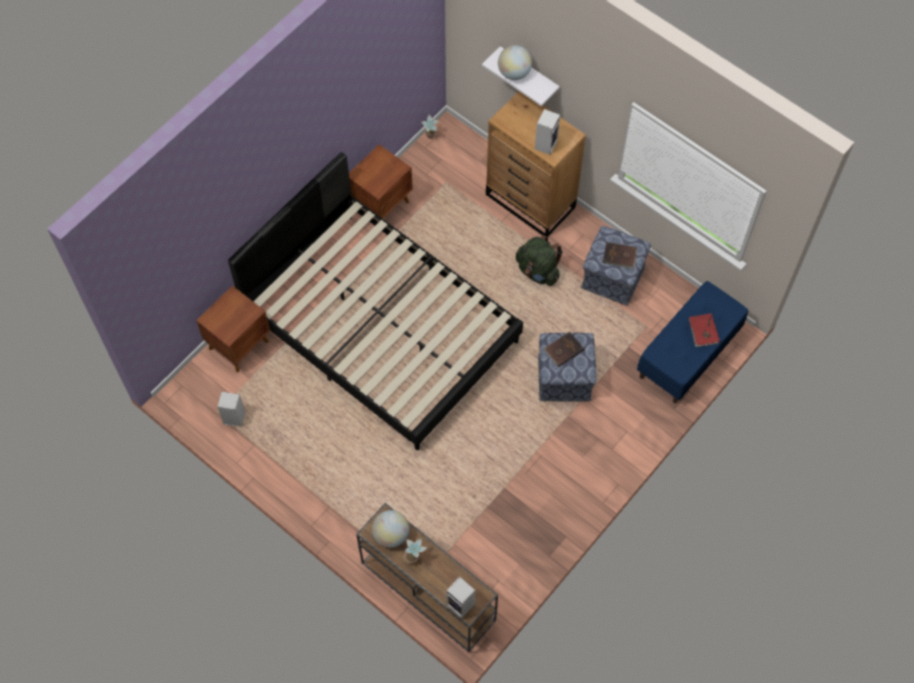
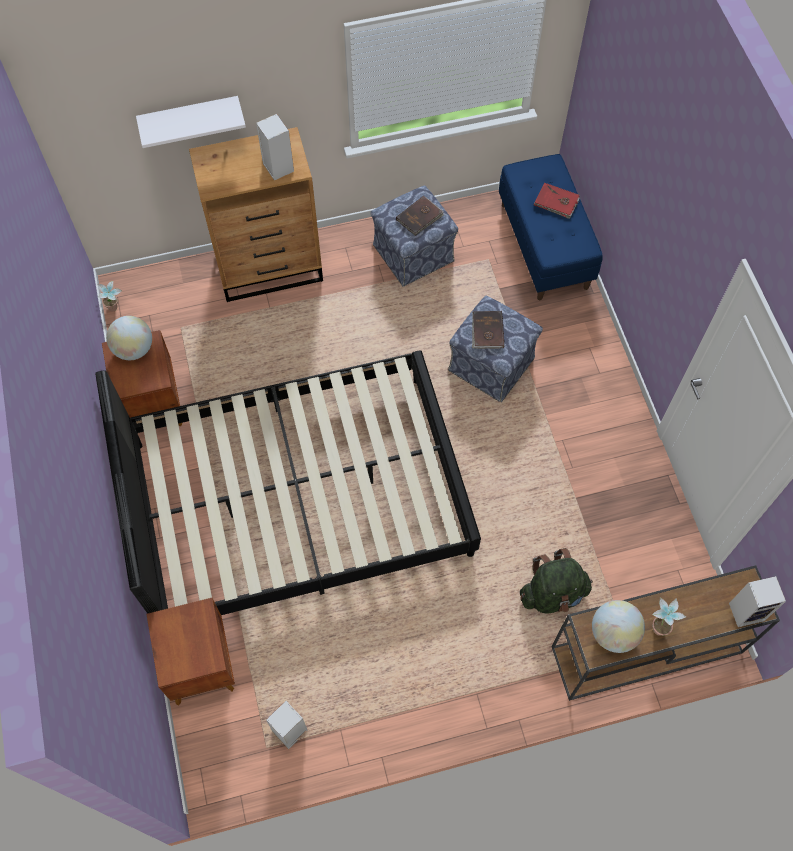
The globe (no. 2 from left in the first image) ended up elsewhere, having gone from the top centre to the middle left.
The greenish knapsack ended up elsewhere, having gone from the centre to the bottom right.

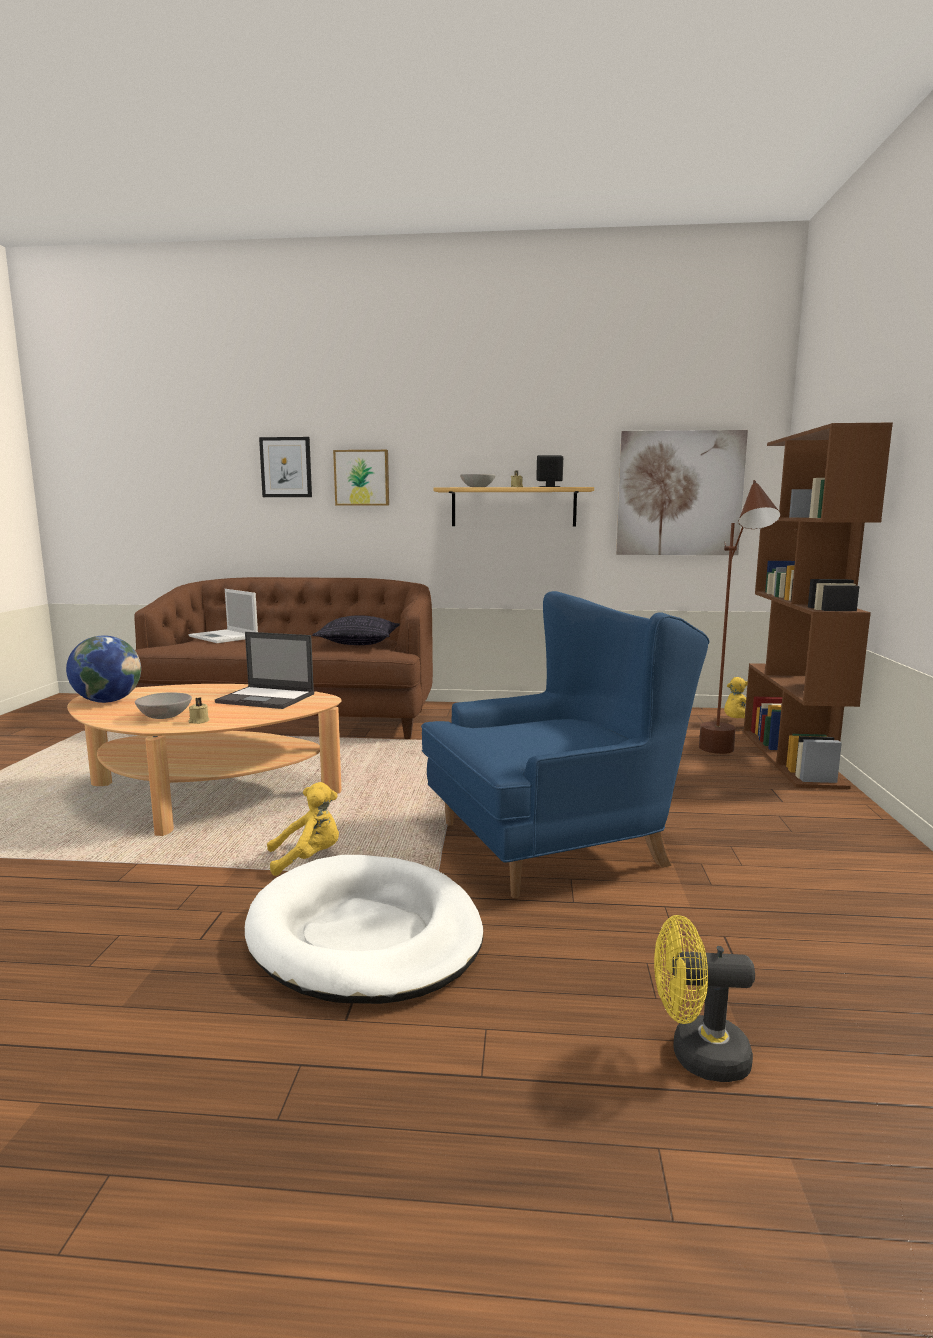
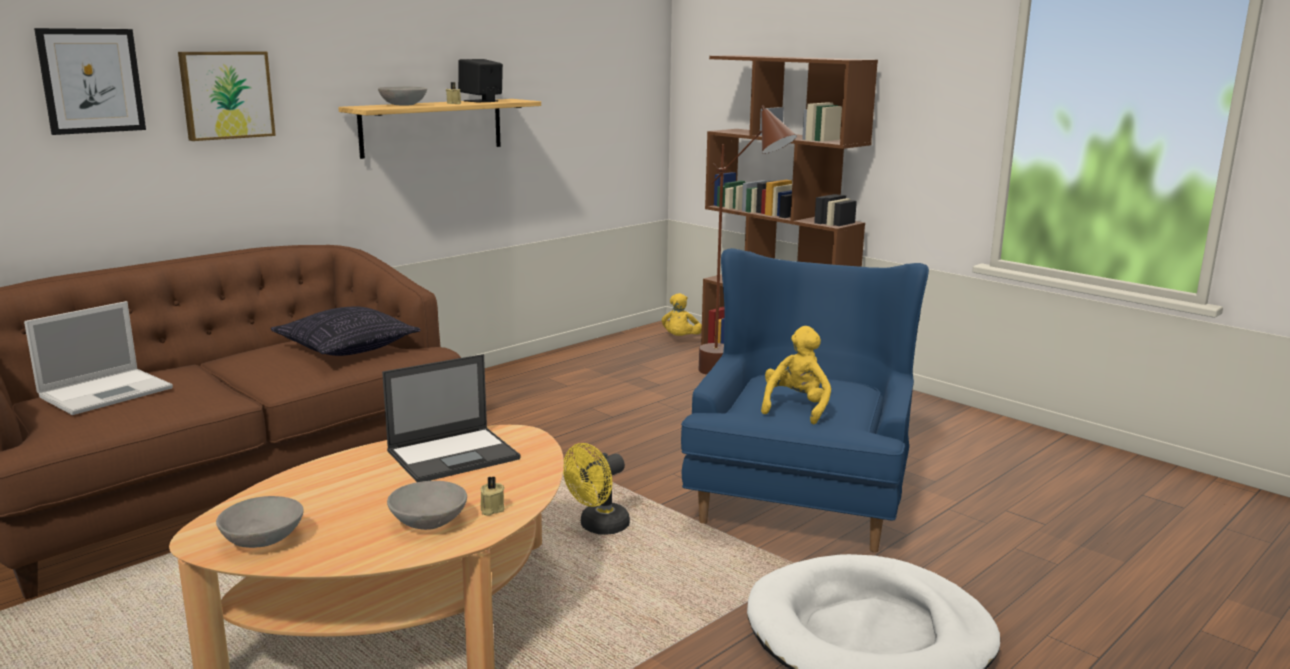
The notebook computer (no. 1 from left) at the middle left ended up facing another way, 45 degrees counterclockwise from before.
Where the globe stood at the middle left, the grey serving bowl (no. 1 from left) came to stand at the bottom left.
The yellow electric fan ended up elsewhere, having gone from the bottom right to the bottom centre.
The yellow soft toy (no. 1 from left in the first image) ended up elsewhere, having gone from the middle left to the centre.
The second view lost the wall art (no. 3 from left) at the middle right.

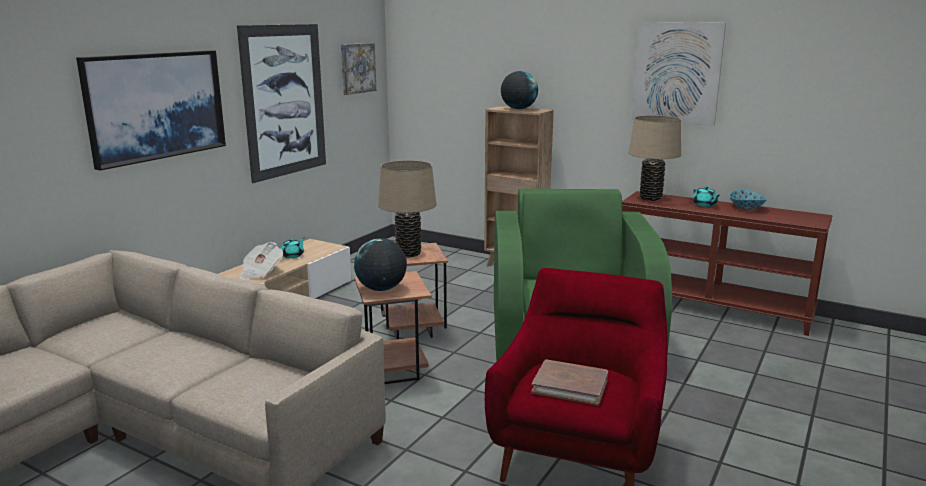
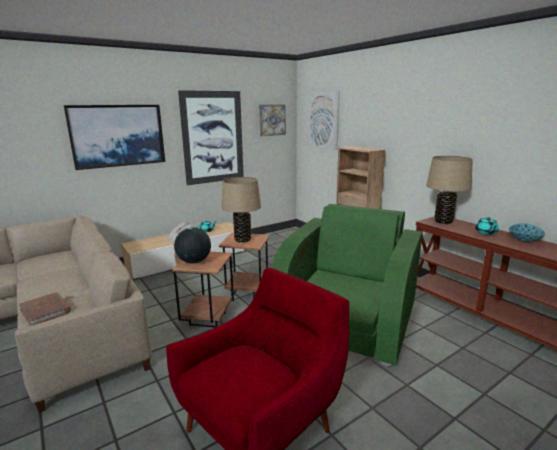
The brownish volume ended up elsewhere, having gone from the bottom centre to the bottom left.
The wall art (no. 4 from left) ended up elsewhere, having gone from the top right to the top centre.
The second view lost the globe (no. 2 from left) at the top centre.

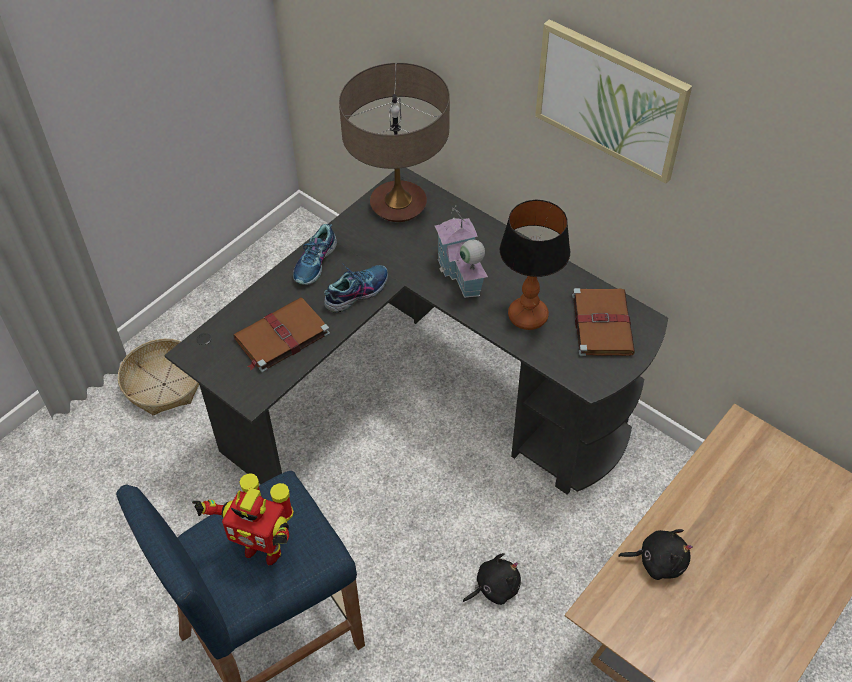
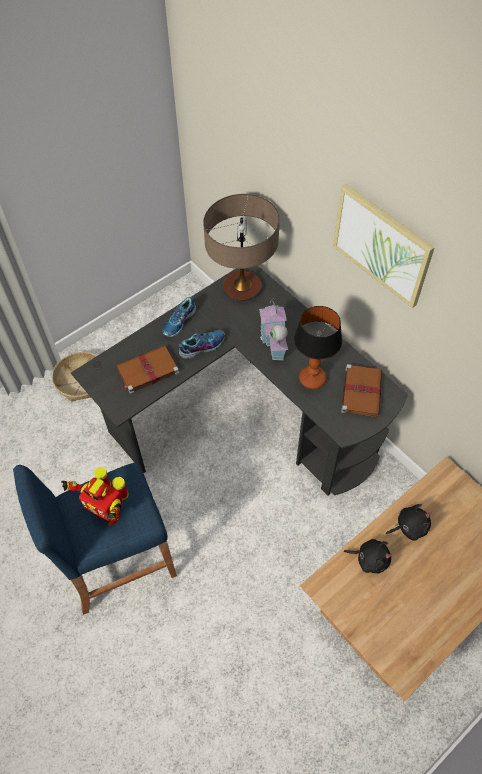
The black soft toy (no. 1 from left in the first image) ended up elsewhere, having gone from the bottom centre to the bottom right.

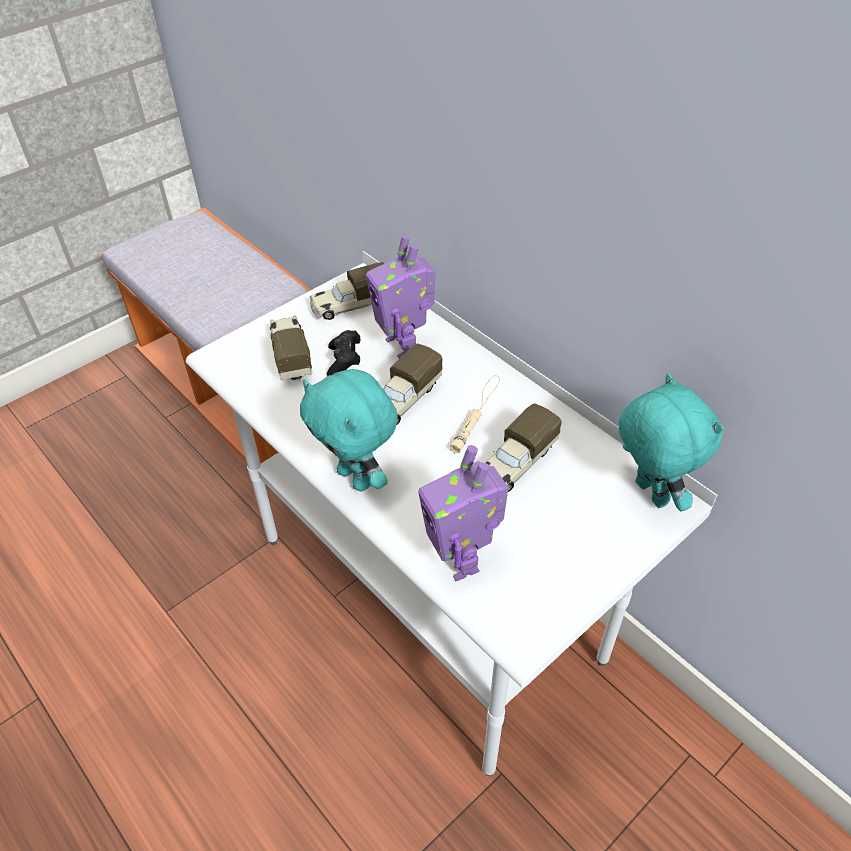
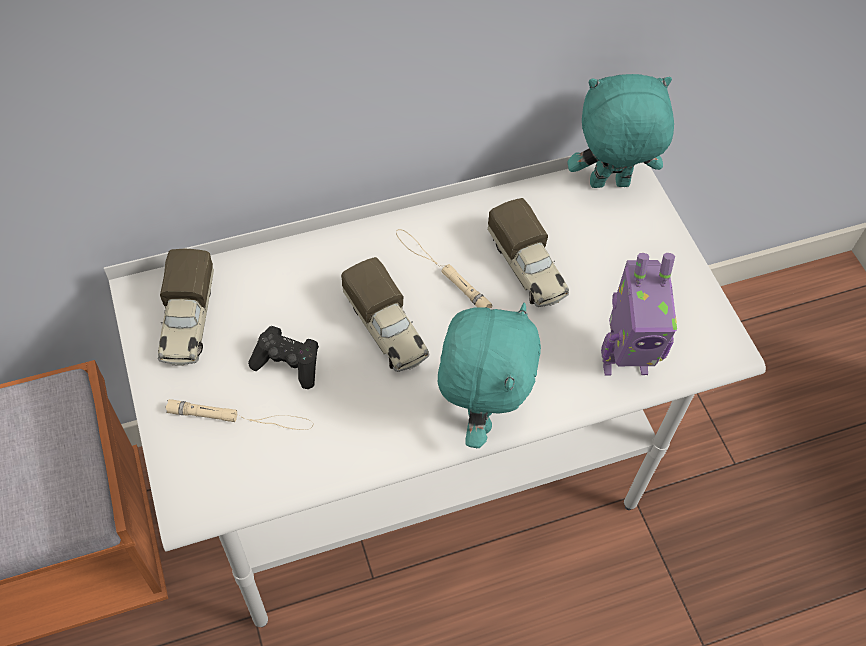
Where the toy truck (no. 1 from left) stood at the centre, the sand-coloured torch (no. 1 from left) came to stand at the middle left.
The turquoise-coloured soft toy (no. 1 from left) at the centre ended up facing another way, 60 degrees counterclockwise from before.
The second view lost the robot figure (no. 1 from left) at the centre.

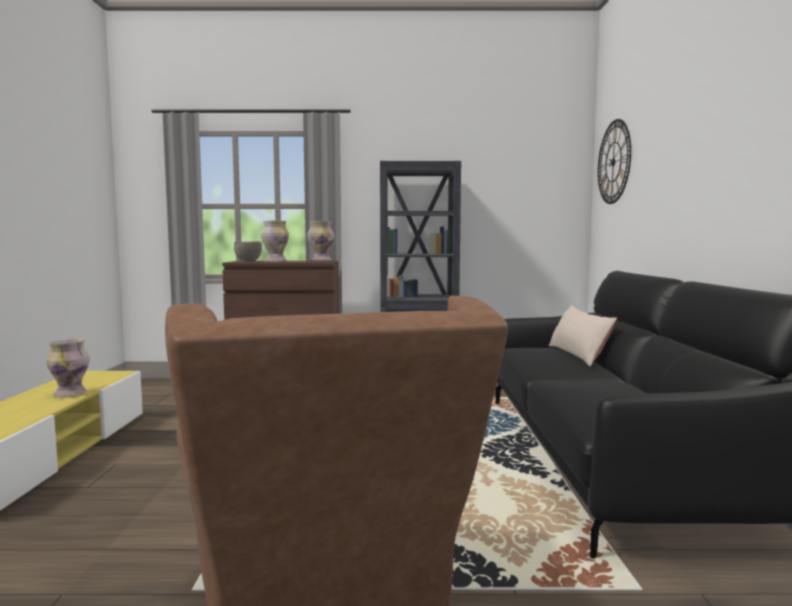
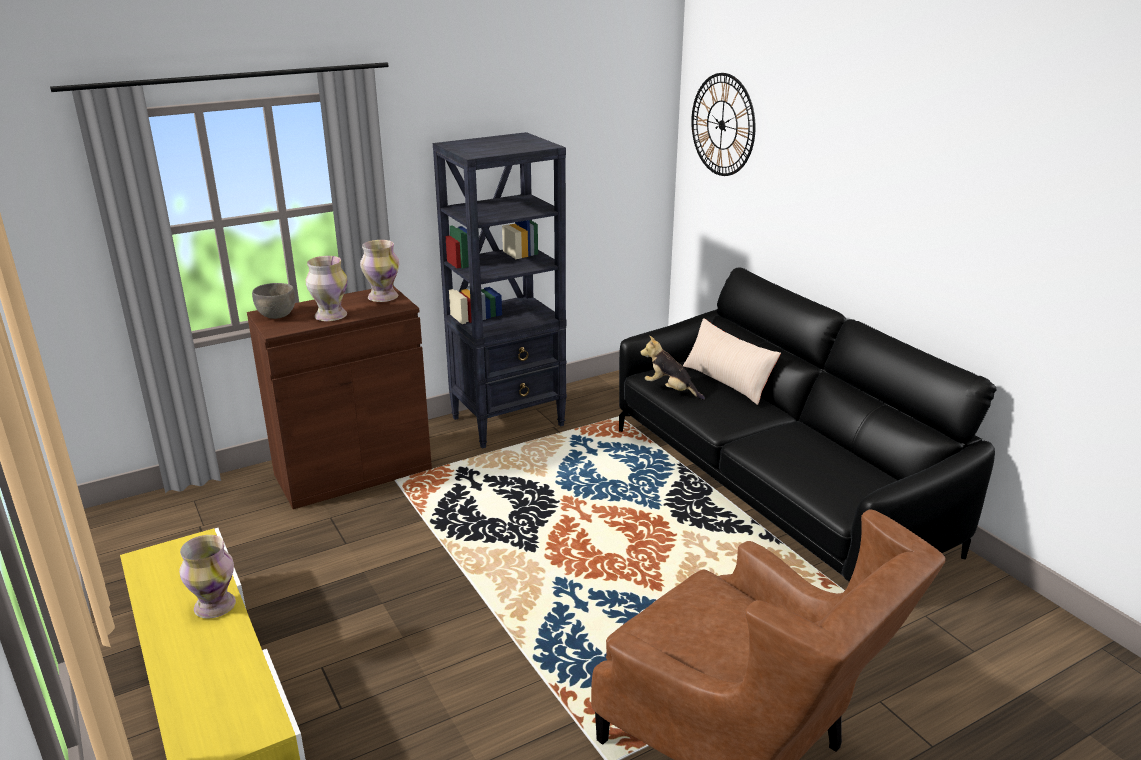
The second view gained the soft toy at the centre.

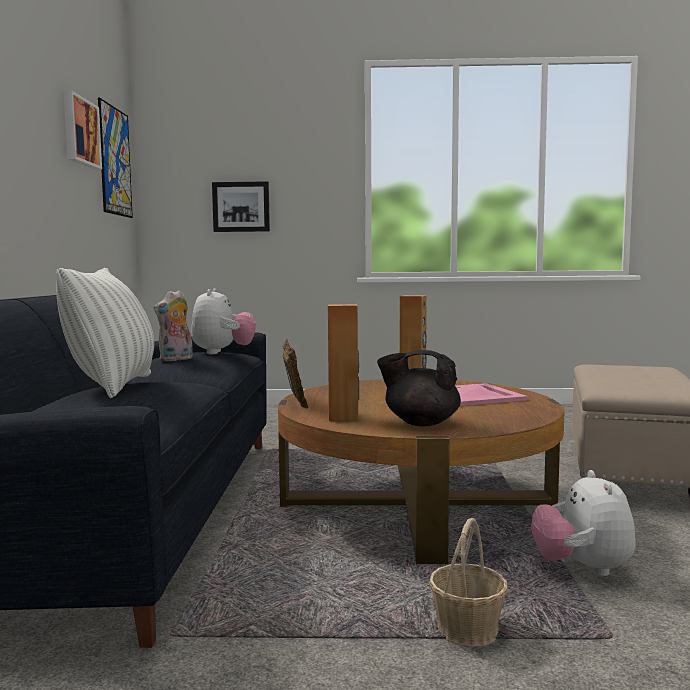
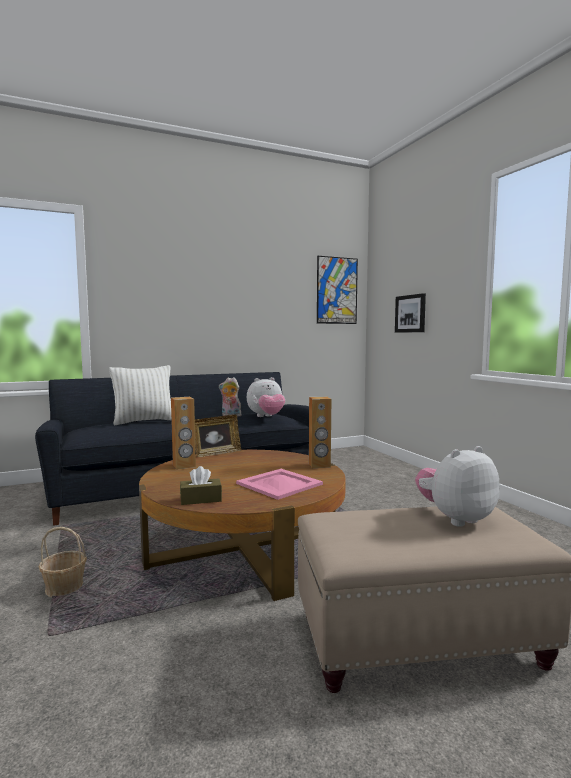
The second view gained the brownish tissue holder at the centre.
The soft toy (no. 3 from left) ended up elsewhere, having gone from the bottom right to the middle right.
The second view lost the wall art (no. 1 from left) at the top left.
The second view lost the black tea pot at the centre.

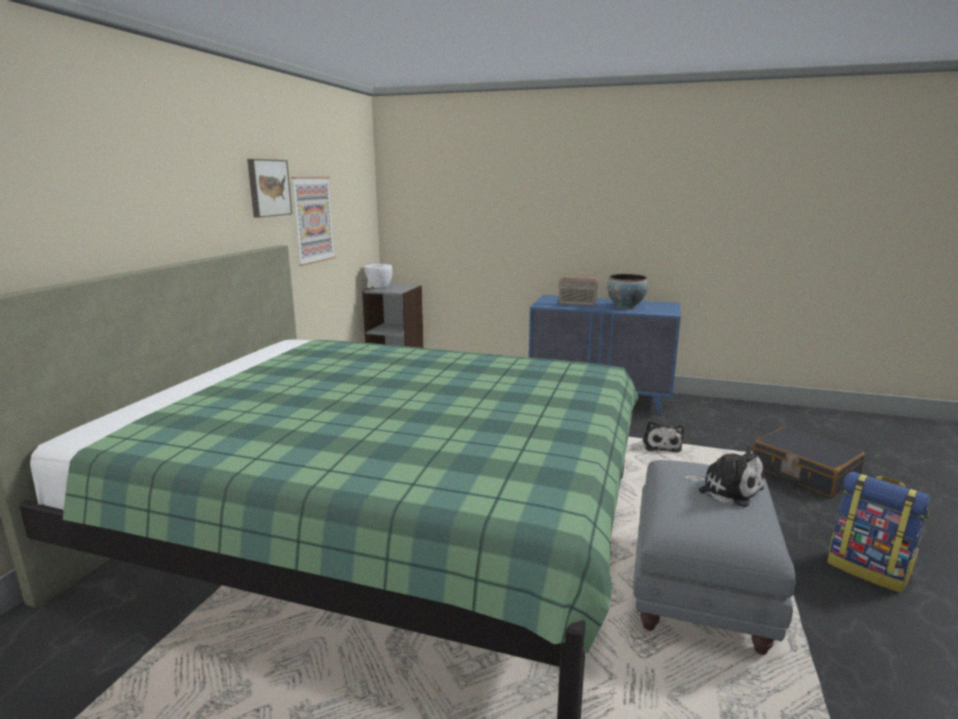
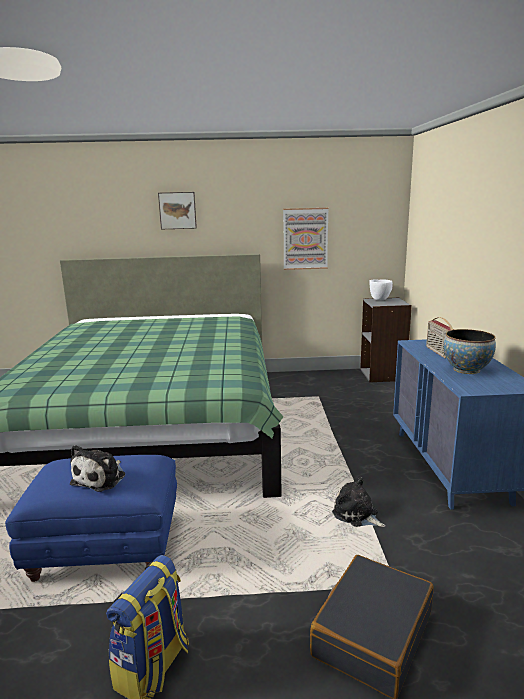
What was the grey ottoman at the bottom right turned into the blue-coloured ottoman at the bottom left.
The wall art (no. 1 from left) ended up elsewhere, having gone from the top left to the top centre.
The soft toy (no. 1 from left in the first image) at the middle right ended up facing another way, 60 degrees clockwise from before.

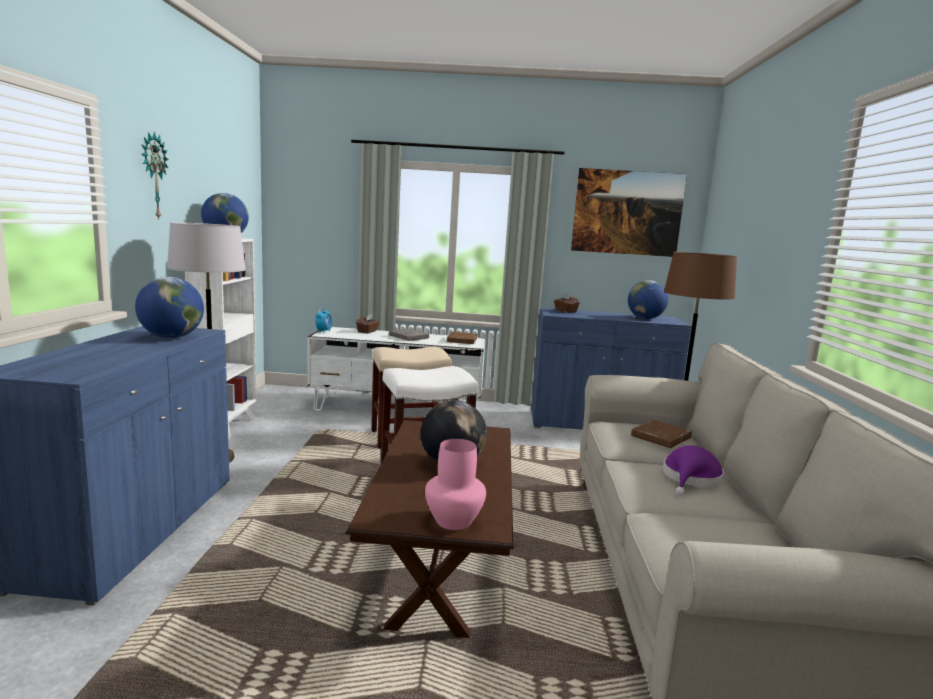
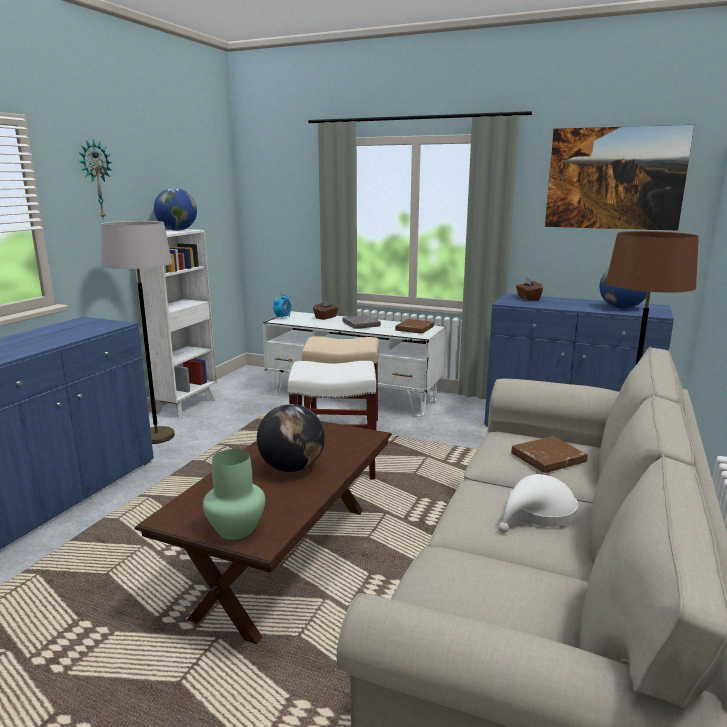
What was the pink-coloured vase at the bottom centre turned into the greenish vase at the bottom left.
What was the purple-coloured clothing hat at the bottom right turned into the white clothing hat at the bottom right.
The second view lost the globe (no. 1 from left) at the middle left.

